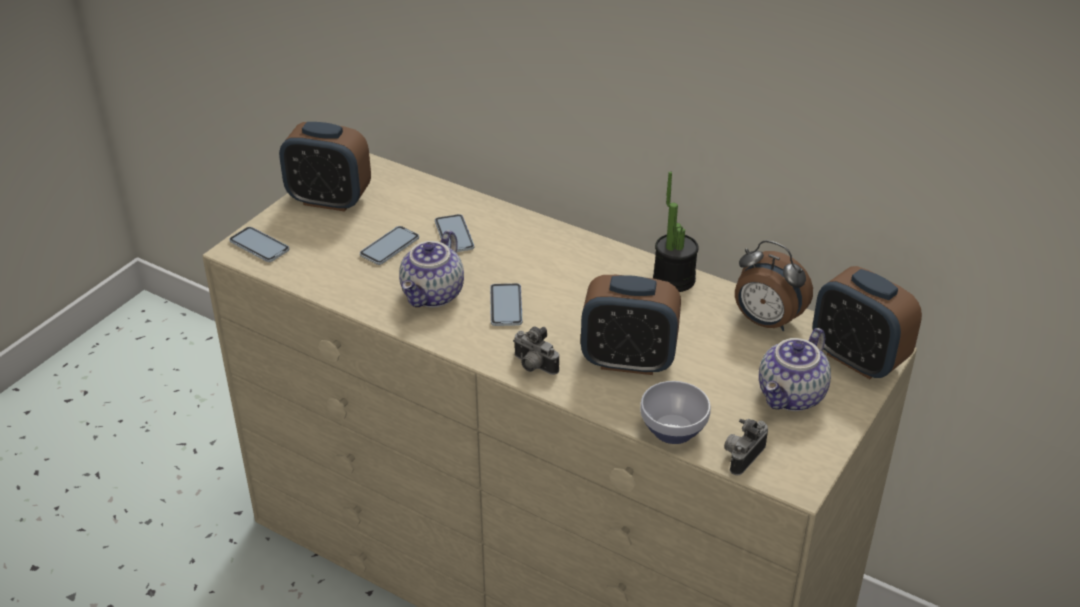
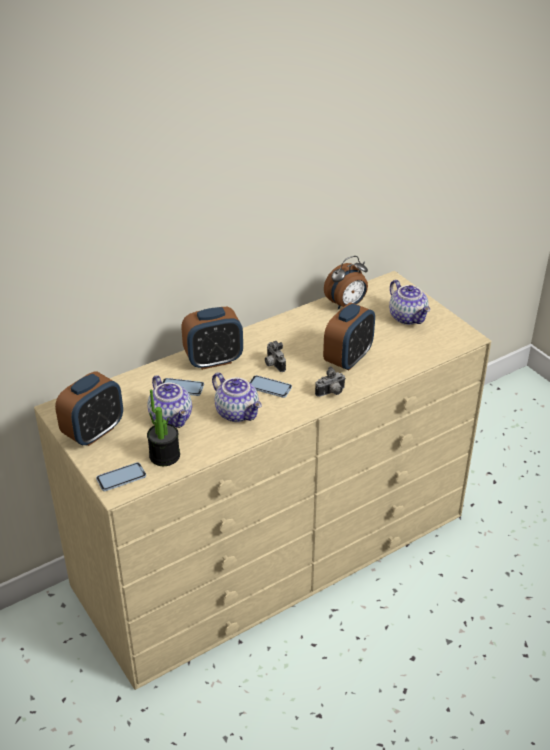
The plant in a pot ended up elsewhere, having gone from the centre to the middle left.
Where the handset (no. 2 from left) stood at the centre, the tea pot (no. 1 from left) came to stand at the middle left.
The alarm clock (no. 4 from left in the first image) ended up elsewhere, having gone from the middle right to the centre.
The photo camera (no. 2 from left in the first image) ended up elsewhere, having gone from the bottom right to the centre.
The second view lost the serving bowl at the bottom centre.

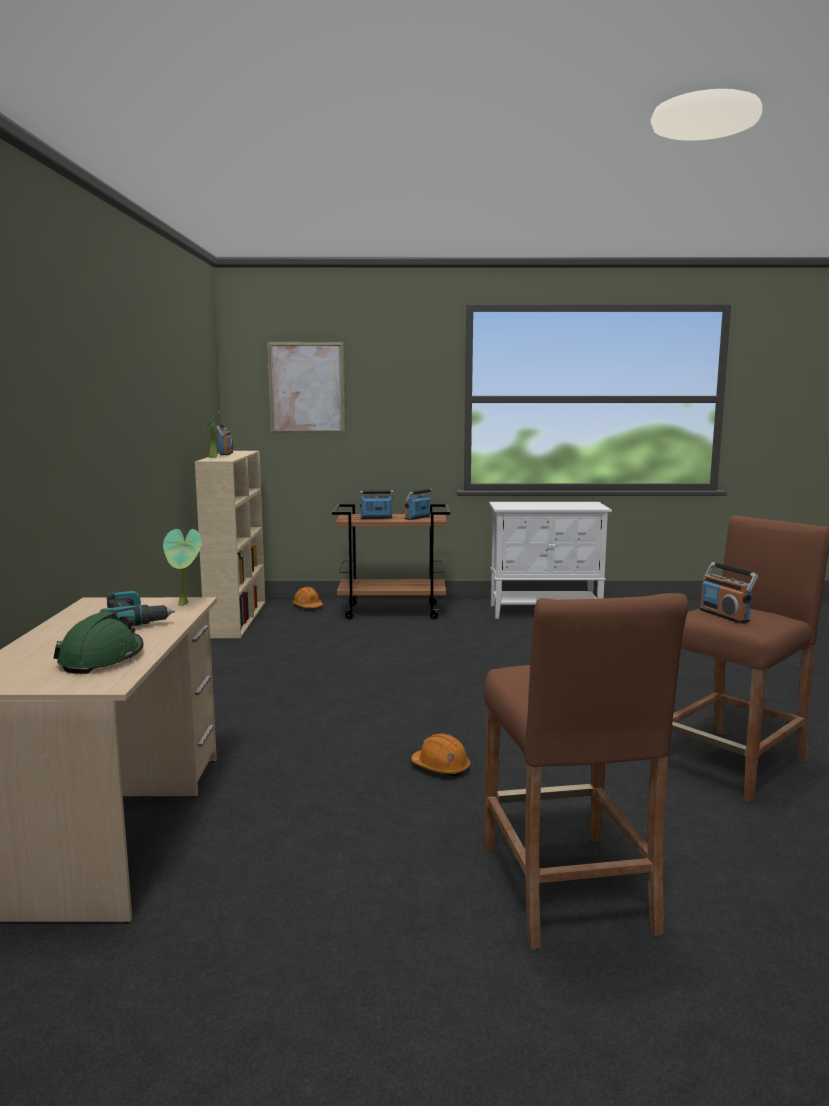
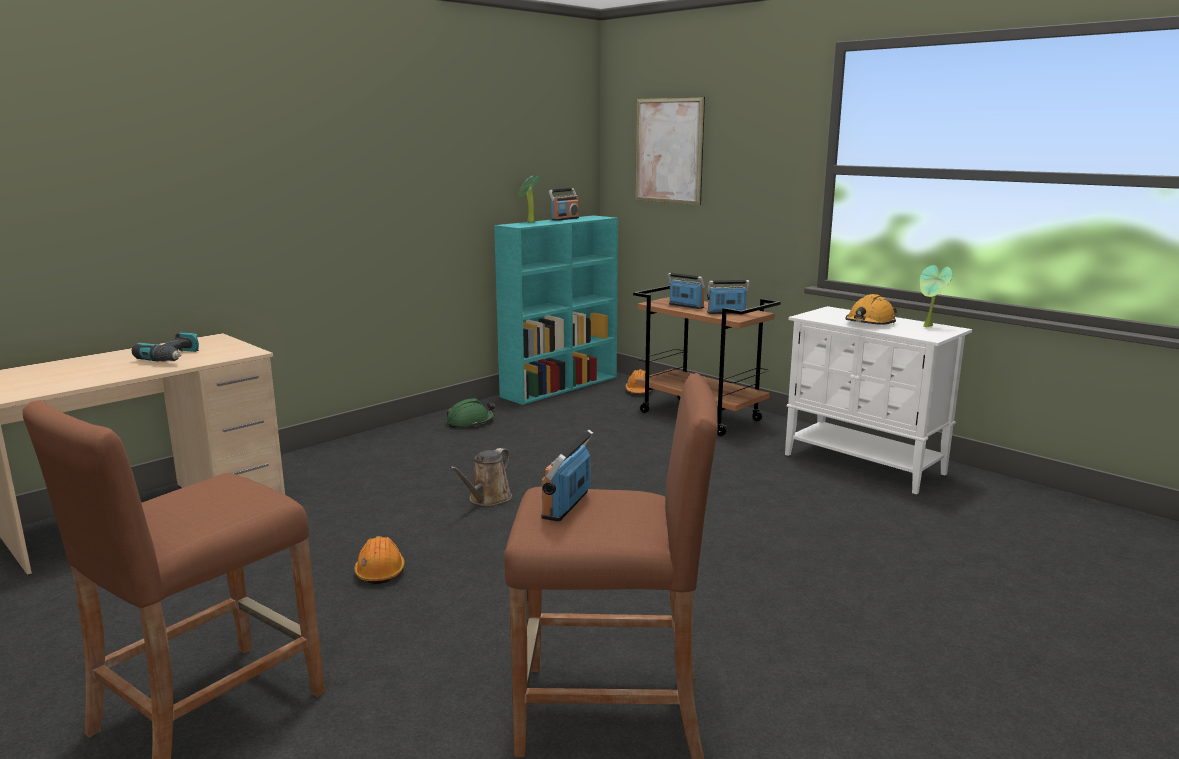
The greenish hard hat ended up elsewhere, having gone from the middle left to the centre.
The second view gained the brownish sprinkling can at the centre.
What was the sand-coloured shelving unit at the middle left turned into the turquoise-coloured shelving unit at the centre.
The second view gained the orange hard hat (no. 3 from left) at the middle right.
The plant in a pot (no. 1 from left in the first image) ended up elsewhere, having gone from the middle left to the middle right.

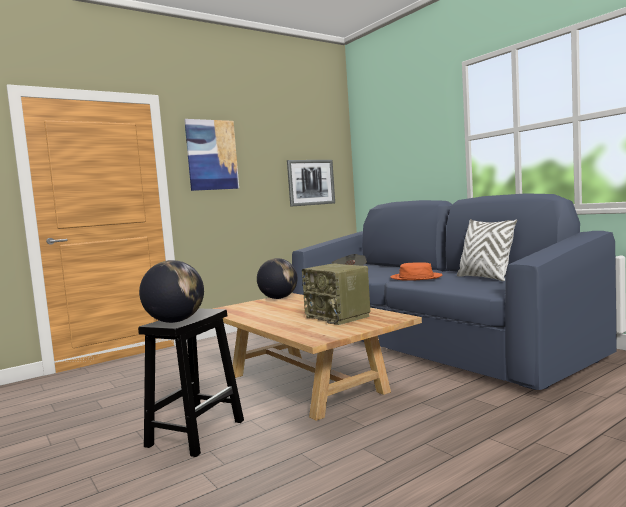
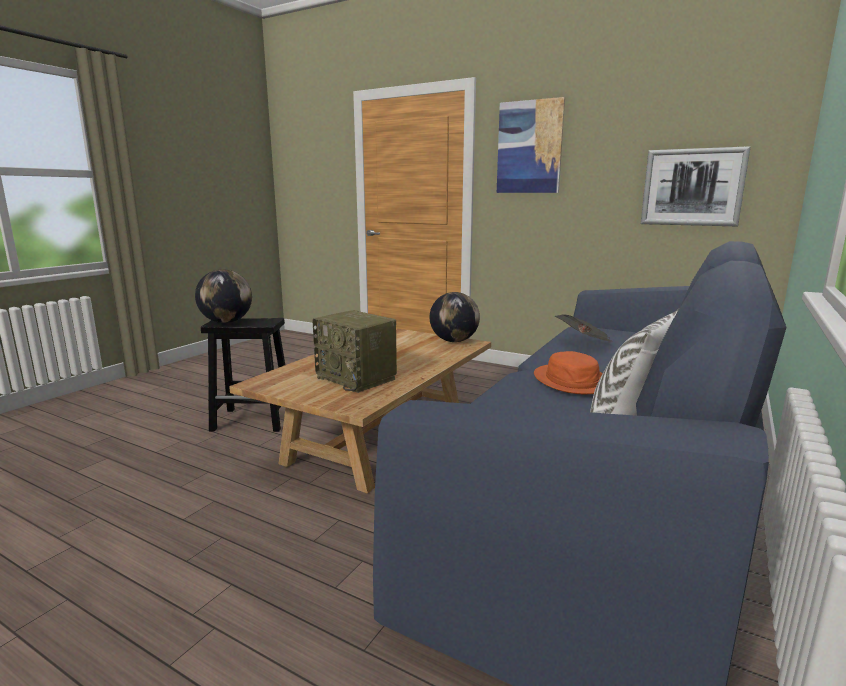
The radio receiver at the centre ended up facing another way, 75 degrees counterclockwise from before.

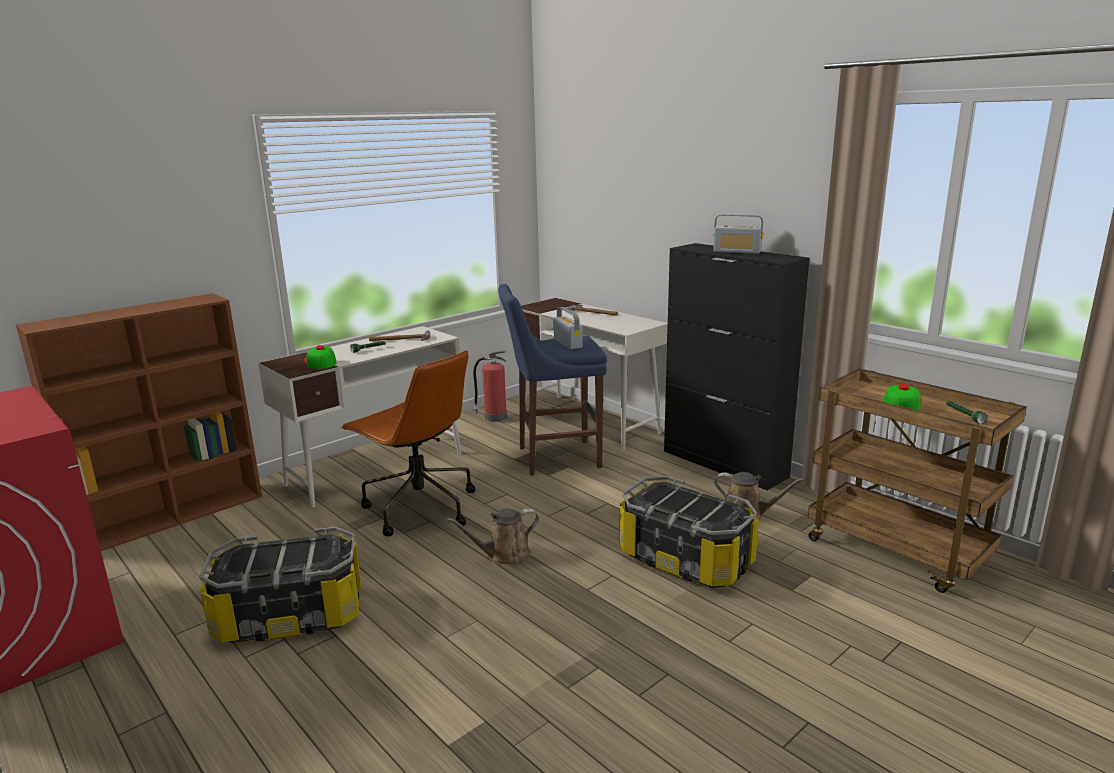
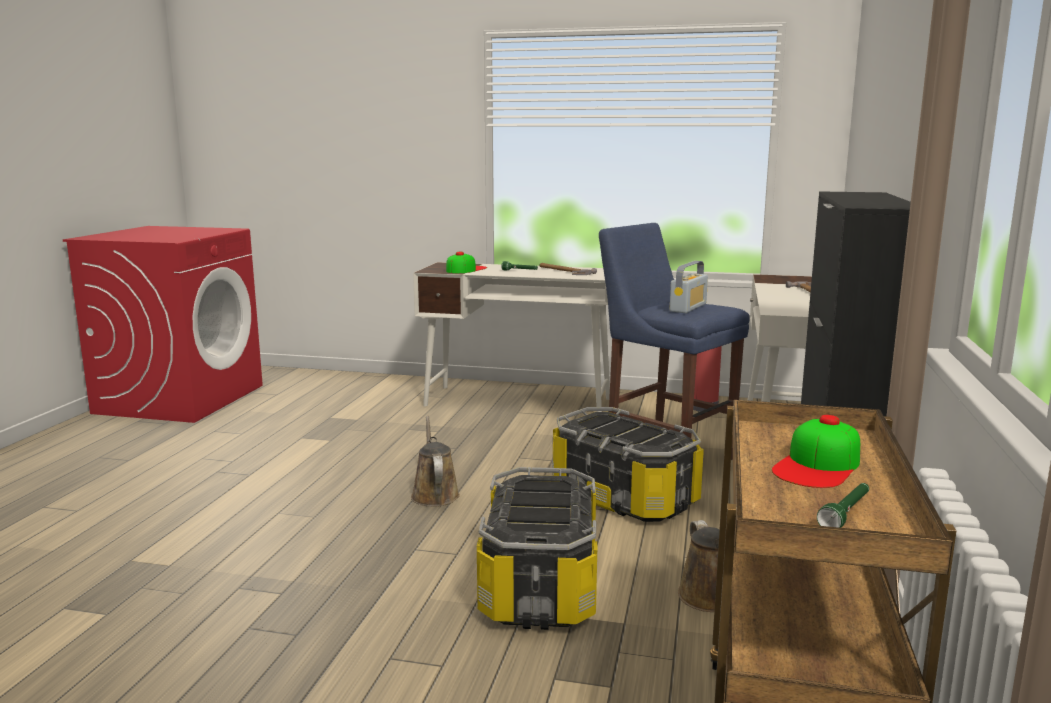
The brownish sprinkling can (no. 1 from left) at the bottom centre ended up facing another way, 45 degrees clockwise from before.
The storage container (no. 1 from left in the first image) ended up elsewhere, having gone from the bottom left to the centre.
The peaked cap (no. 2 from left) at the middle right ended up facing another way, 135 degrees clockwise from before.
The second view lost the brownish shelving unit at the middle left.
The second view lost the brownish computer chair at the centre.
The second view lost the radio receiver (no. 2 from left) at the top centre.

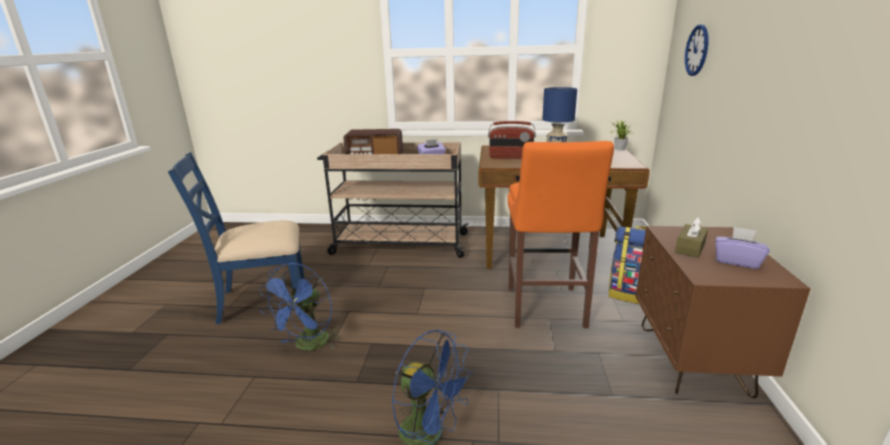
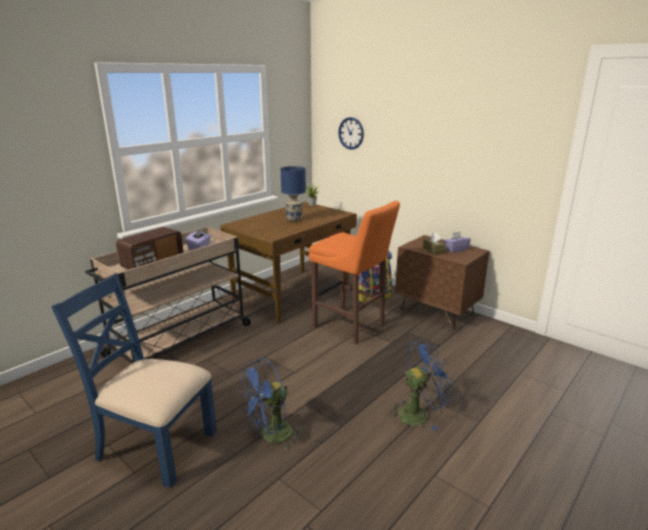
The blue-coloured plain chair at the middle left ended up facing another way, 90 degrees clockwise from before.
The blue-coloured electric fan (no. 1 from left) at the bottom centre ended up facing another way, 90 degrees clockwise from before.
The second view lost the radio receiver (no. 2 from left) at the top centre.

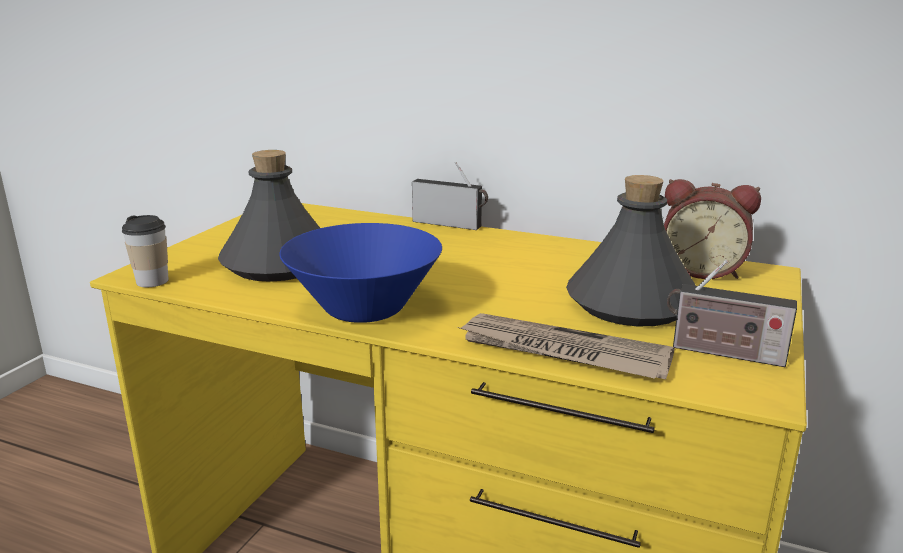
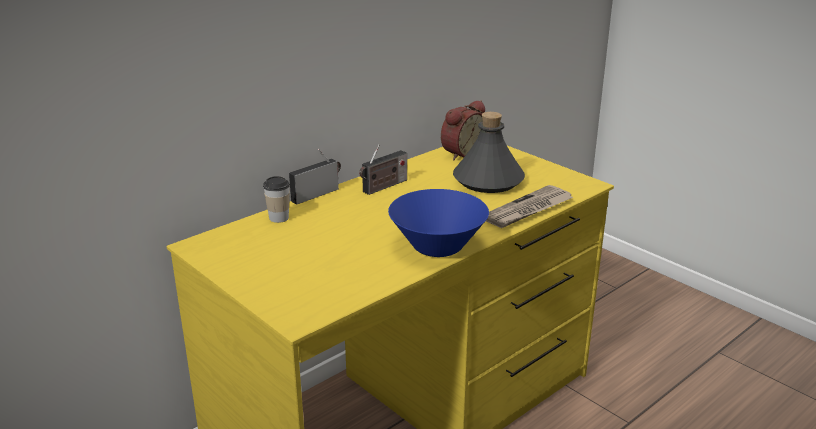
The drinking cup ended up elsewhere, having gone from the middle left to the centre.
The radio receiver (no. 2 from left) ended up elsewhere, having gone from the middle right to the centre.
The second view lost the grey bottle (no. 1 from left) at the middle left.

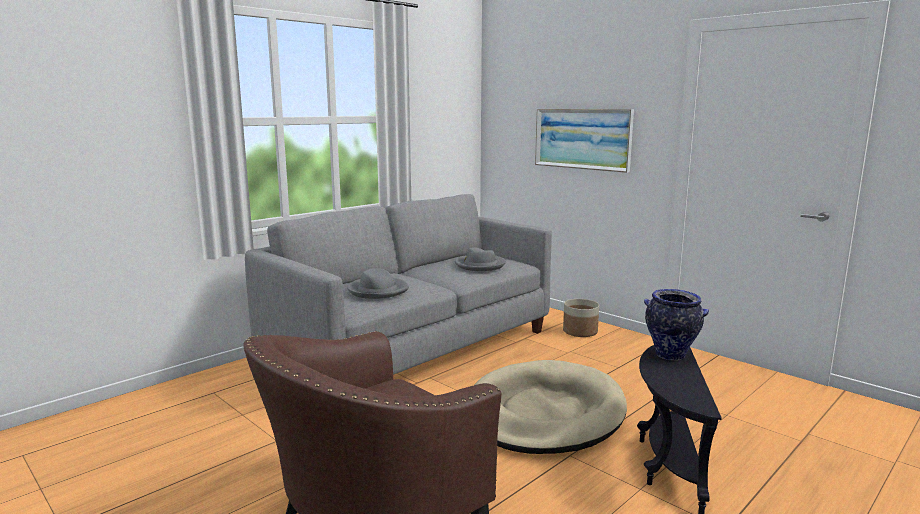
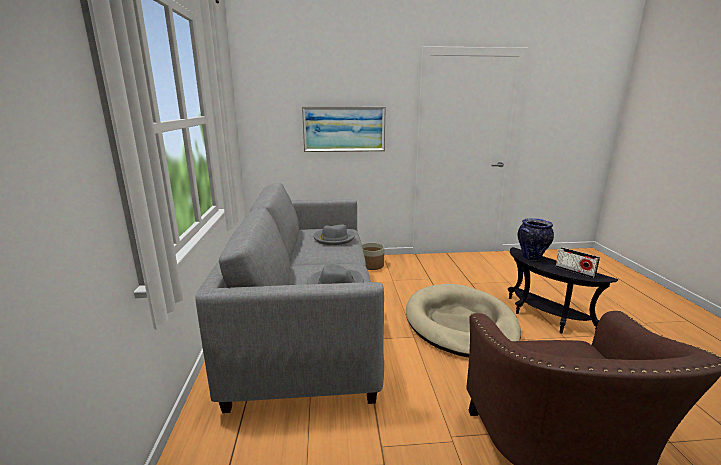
The second view gained the radio receiver at the middle right.

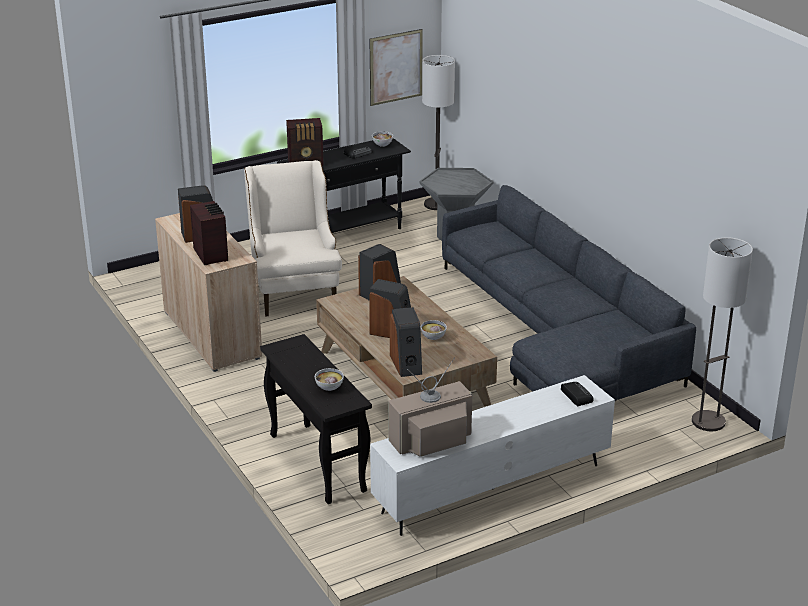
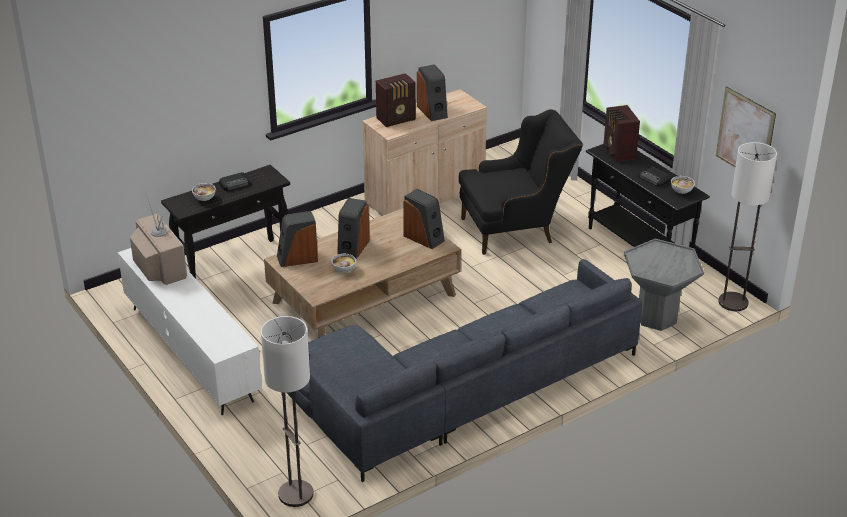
The radio receiver (no. 4 from left in the first image) ended up elsewhere, having gone from the middle right to the middle left.
What was the sand-coloured lounge chair at the centre turned into the black lounge chair at the centre.

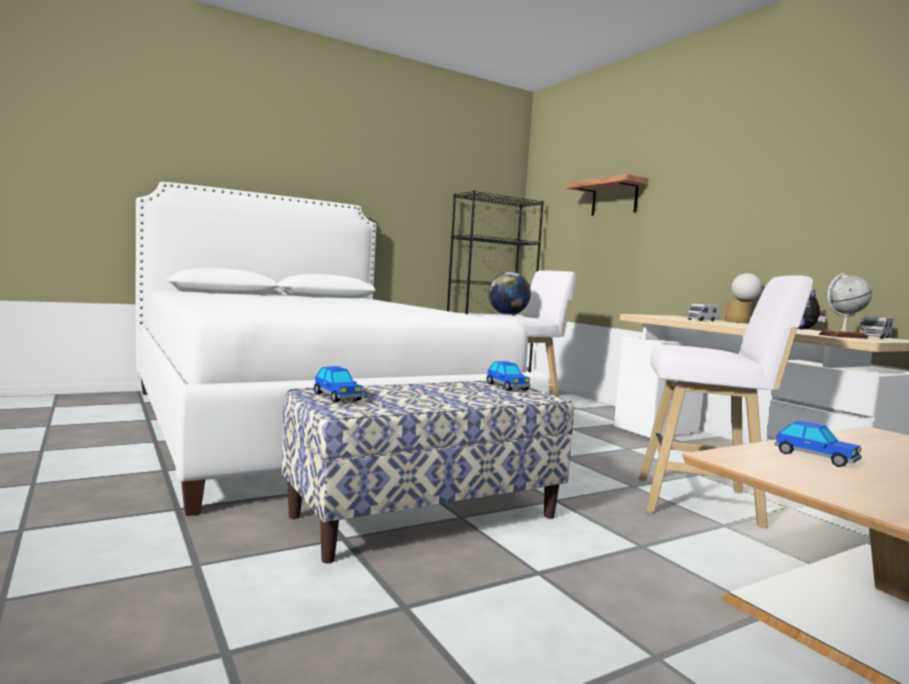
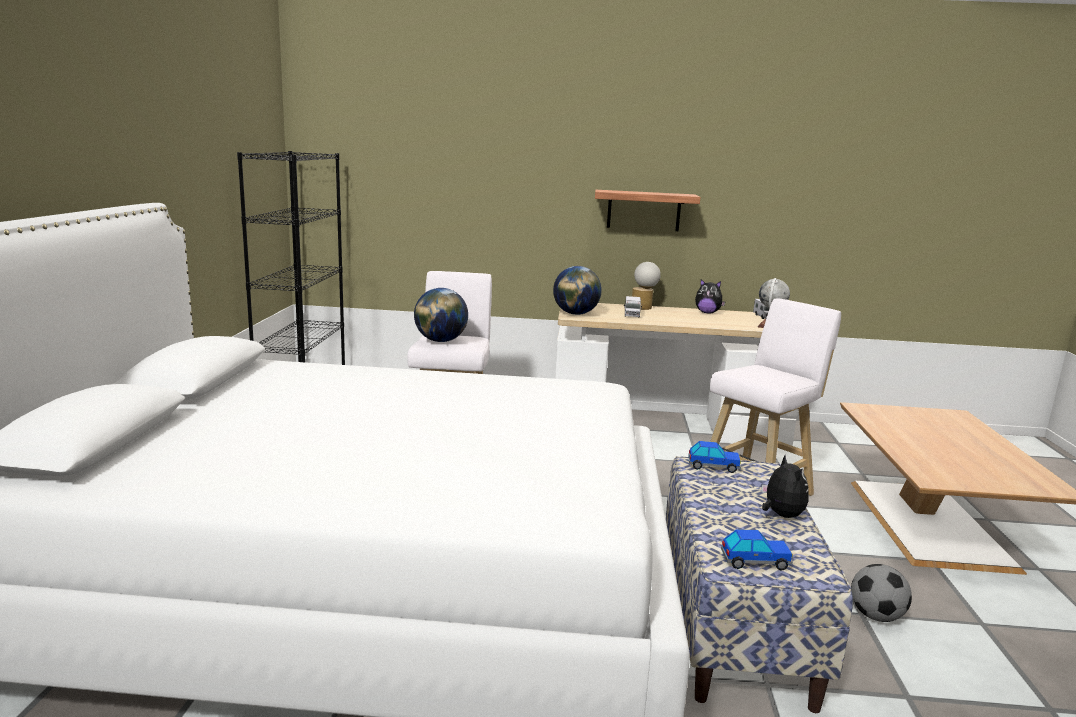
The second view gained the globe (no. 2 from left) at the centre.
The shelf ended up elsewhere, having gone from the top right to the top centre.
The second view gained the soft toy (no. 2 from left) at the bottom right.
The second view gained the football at the bottom right.
The second view lost the toy car (no. 3 from left) at the middle right.

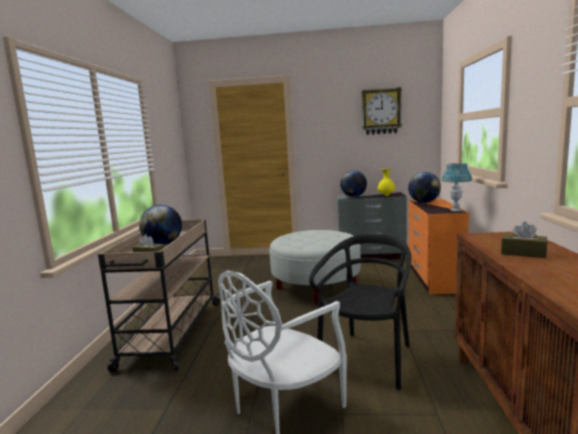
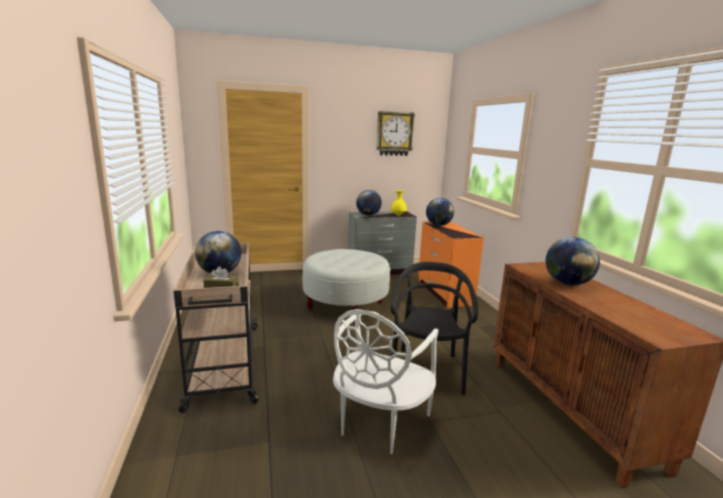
Where the brownish tissue holder (no. 2 from left) stood at the middle right, the globe (no. 4 from left) came to stand at the middle right.
The second view lost the blue-coloured lamp for a table at the middle right.

